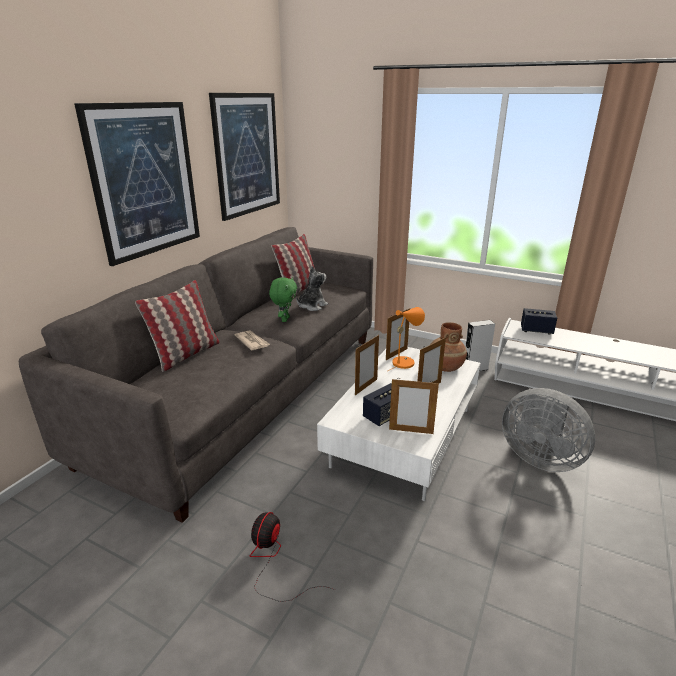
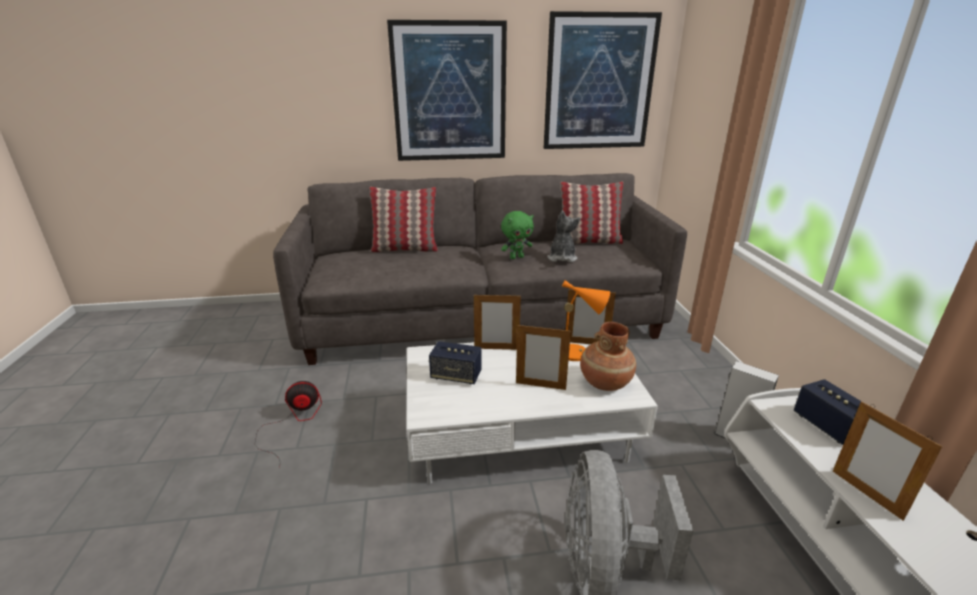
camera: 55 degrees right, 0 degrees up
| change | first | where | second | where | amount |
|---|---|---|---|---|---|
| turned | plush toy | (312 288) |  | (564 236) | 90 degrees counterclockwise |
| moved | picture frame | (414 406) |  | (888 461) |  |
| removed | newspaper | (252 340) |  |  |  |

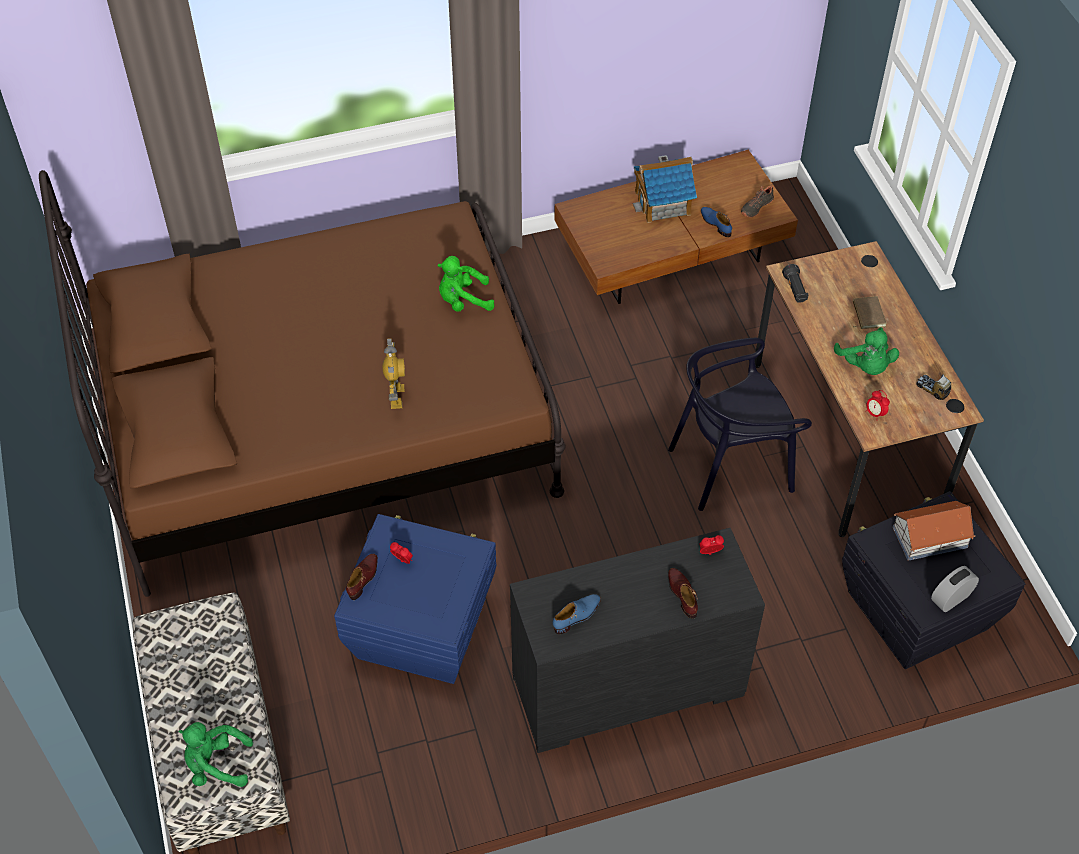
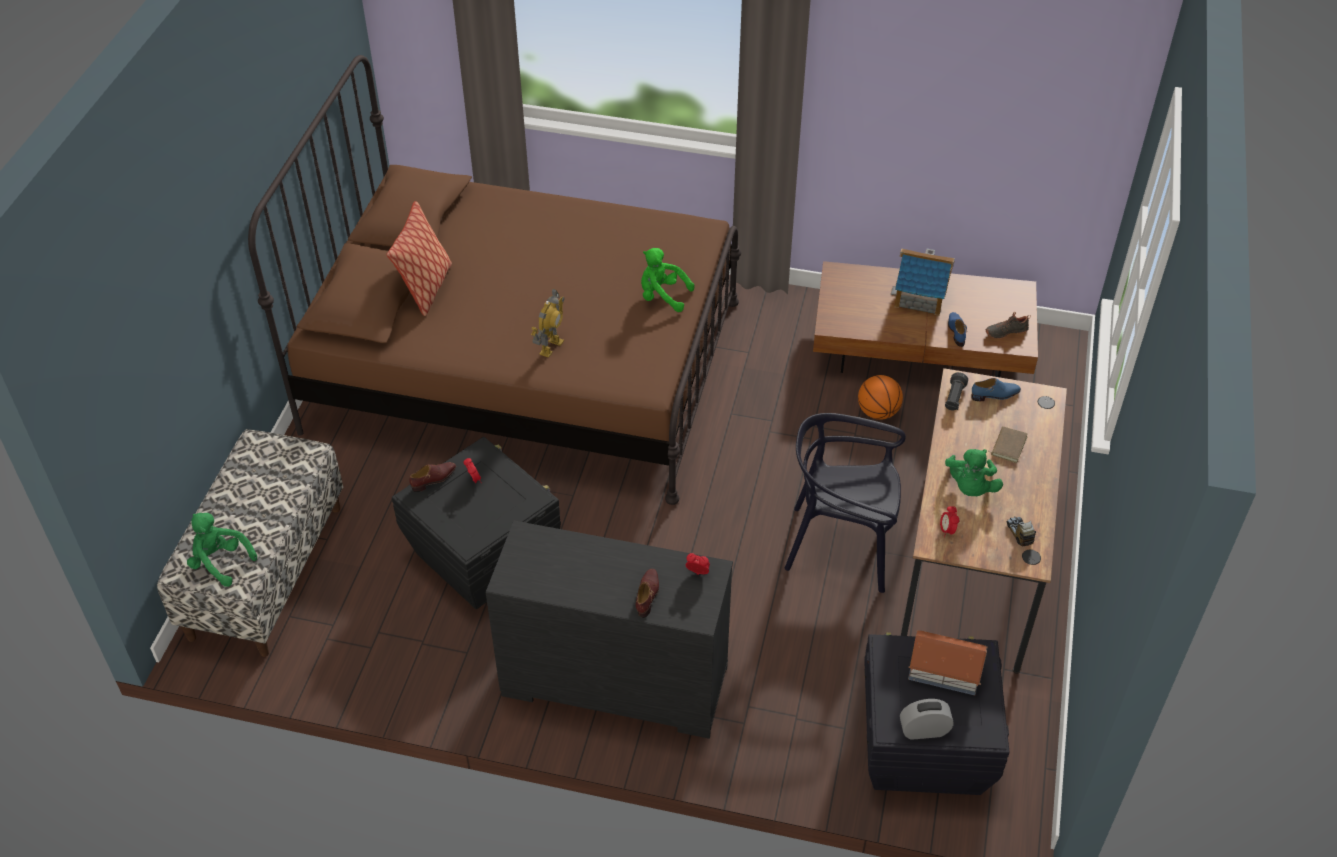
camera: 30 degrees right, 5 degrees down
| change | first | where | second | where | amount |
|---|---|---|---|---|---|
| added |  |  | pillow | (419 258) |  |
| recoloured | storage box (blue) | (415 599) | storage box (black) | (476 523) |  |
| added |  |  | basketball | (880 397) |  |
| moved | shoe (blue) | (577 614) |  | (996 389) |  |

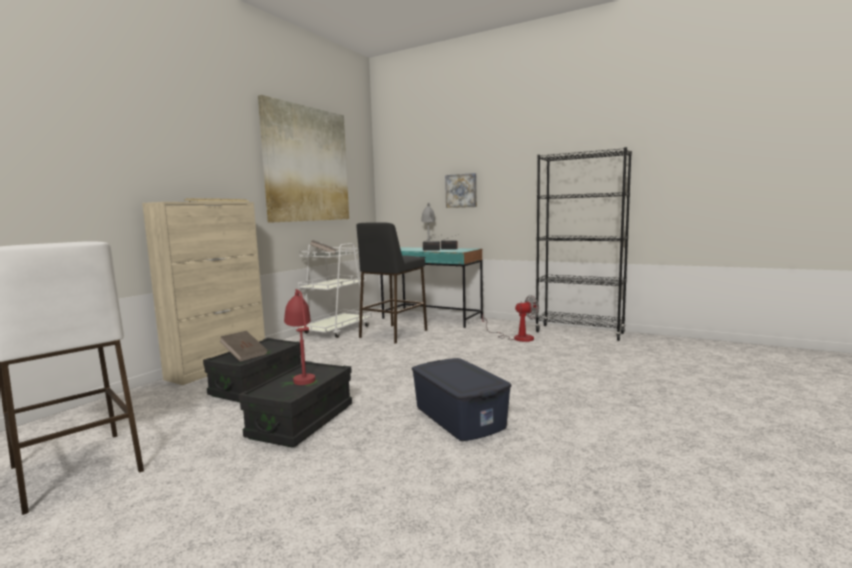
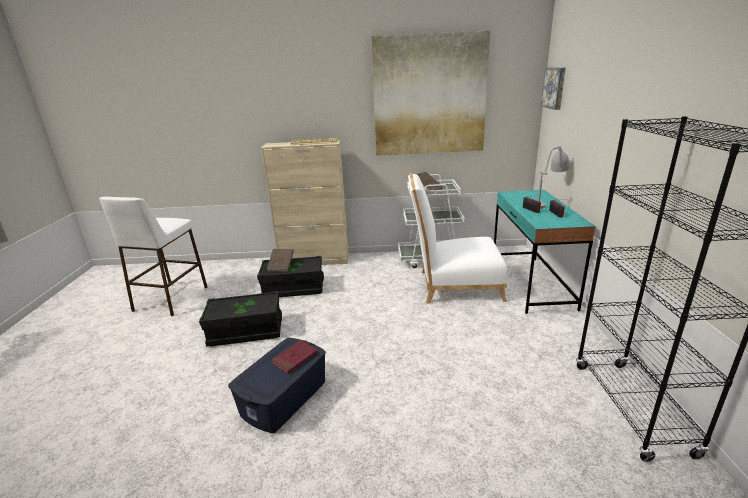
camera: 60 degrees right, 15 degrees up
| change | first | where | second | where | amount |
|---|---|---|---|---|---|
| added |  |  | book (red) | (294 357) |  |
| replaced | stool (black) | (391 283) | chair (white) | (457 238) |  |
| moved | picture | (461 190) |  | (553 88) |  |
| removed | table lamp (red) | (299 337) |  |  |  |
| removed | fan | (510 318) |  |  |  |

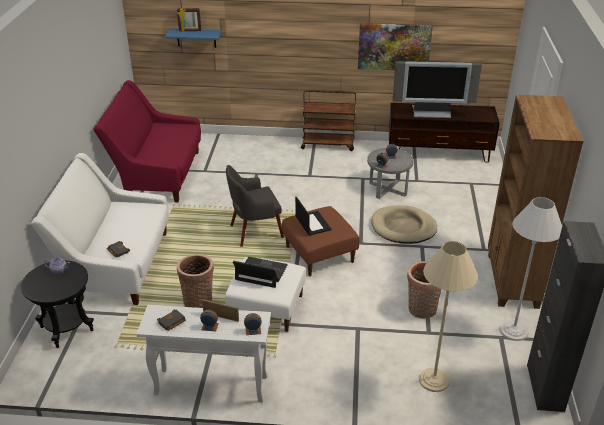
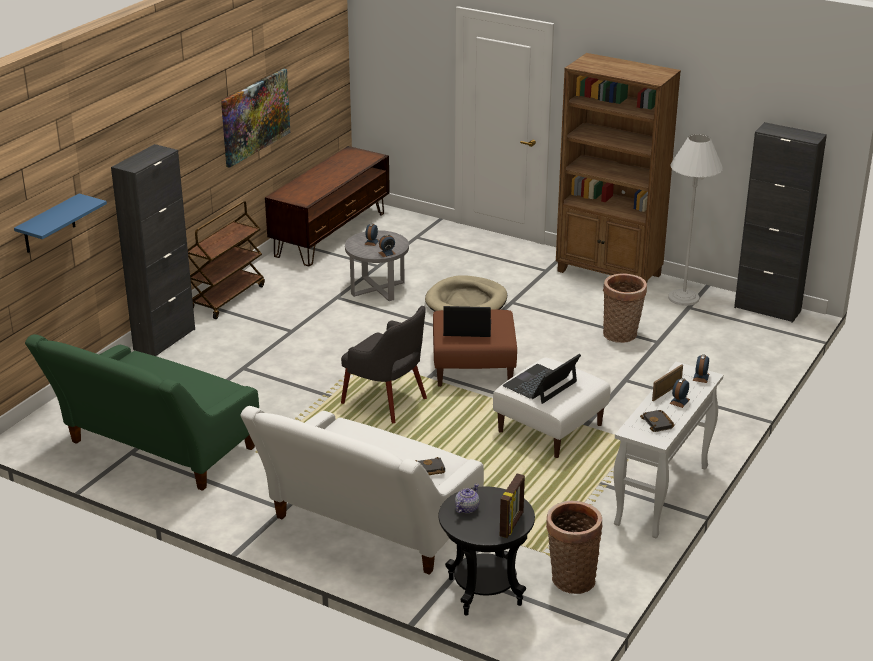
camera: 65 degrees left, 5 degrees down
| change | first | where | second | where | amount |
|---|---|---|---|---|---|
| recoloured | sofa (red) | (147 141) | sofa (green) | (142 412) |  |
| added |  |  | cabinet (black) | (153 250) |  |
| turned | armchair (grey) | (255 206) |  | (384 364) | 60 degrees counterclockwise |
| moved | picture frame | (189 20) |  | (512 506) |  |
| moved | basket | (195 281) |  | (574 547) |  |
| removed | television | (437 89) |  |  |  |
| removed | floor lamp (beige) | (448 316) |  |  |  |

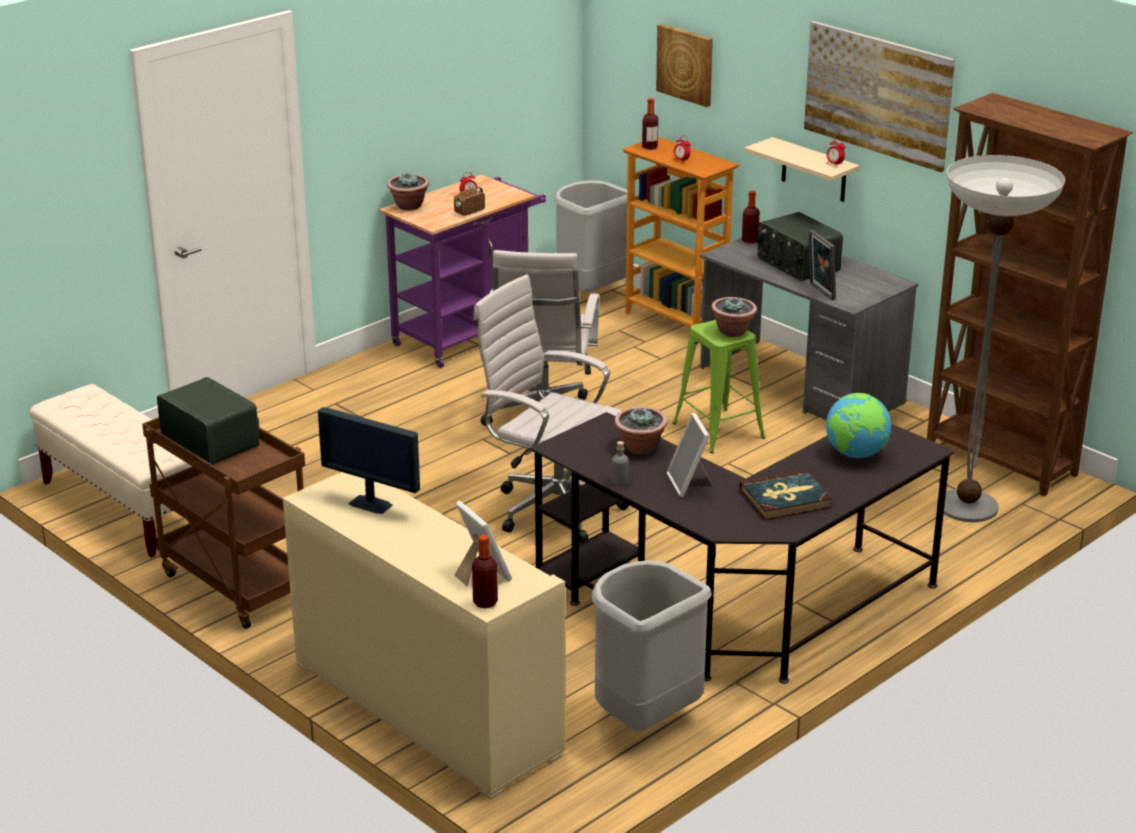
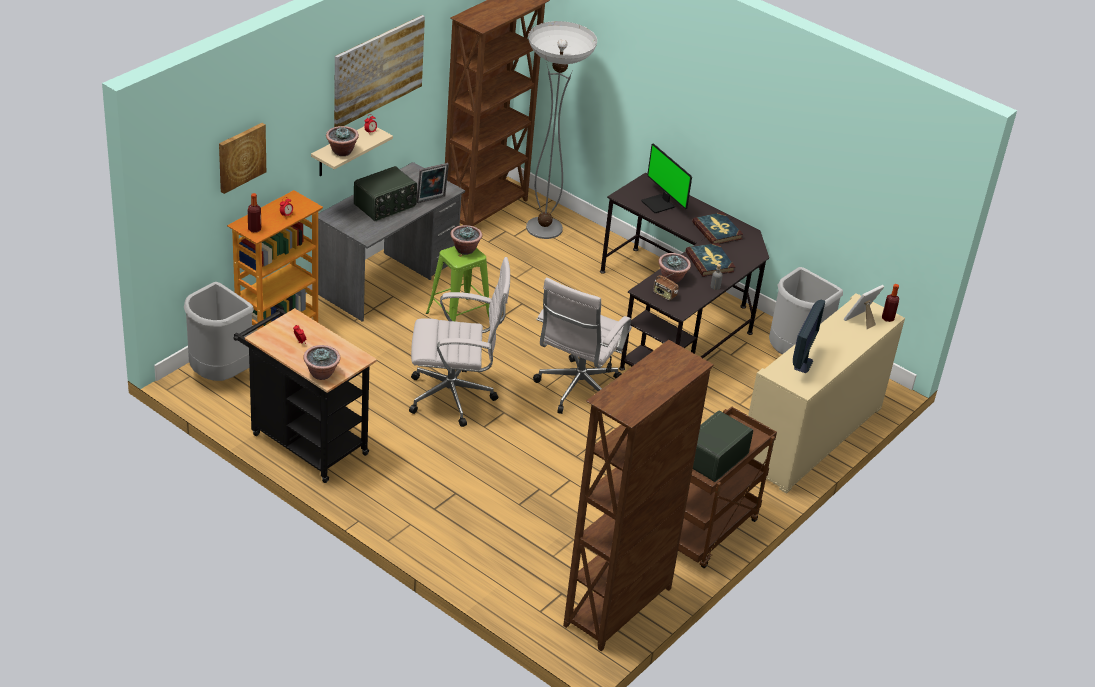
camera: 100 degrees left, 10 degrees up
| change | first | where | second | where | amount |
|---|---|---|---|---|---|
| recoloured | cart (purple) | (462 271) | cart (black) | (305 395) |  |
| added |  |  | potted plant | (342 141) |  |
| replaced | bench (beige) | (111 471) | bookcase (brown) | (638 495) |  |
| replaced | globe | (858 425) | monitor | (666 178) |  |
| moved | radio | (469 199) |  | (666 286) |  |
| replaced | picture frame | (690 455) | book | (710 260) |  |
| removed | bottle | (751 217) |  |  |  |

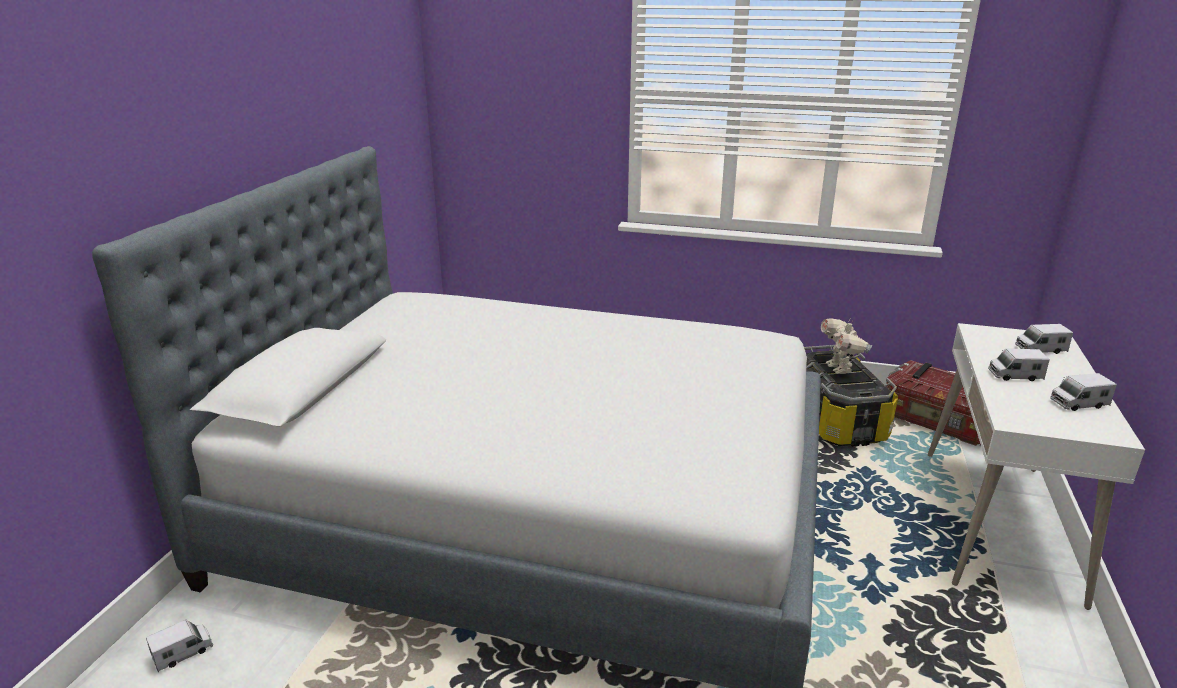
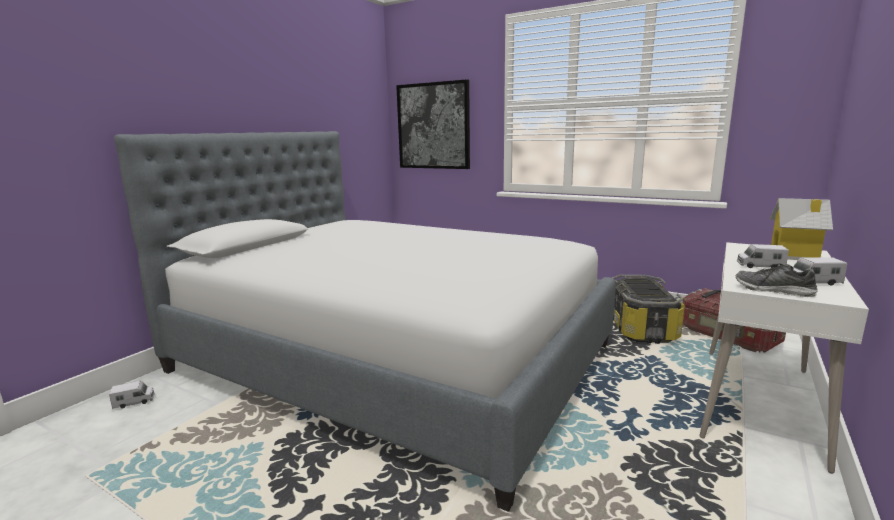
camera: 15 degrees right, 10 degrees down
| change | first | where | second | where | amount |
|---|---|---|---|---|---|
| added |  |  | picture | (433 124) |  |
| added |  |  | shoe | (776 280) |  |
| replaced | toy truck | (1044 339) | toy house | (801 229) |  |
| removed | toy robot | (846 345) |  |  |  |

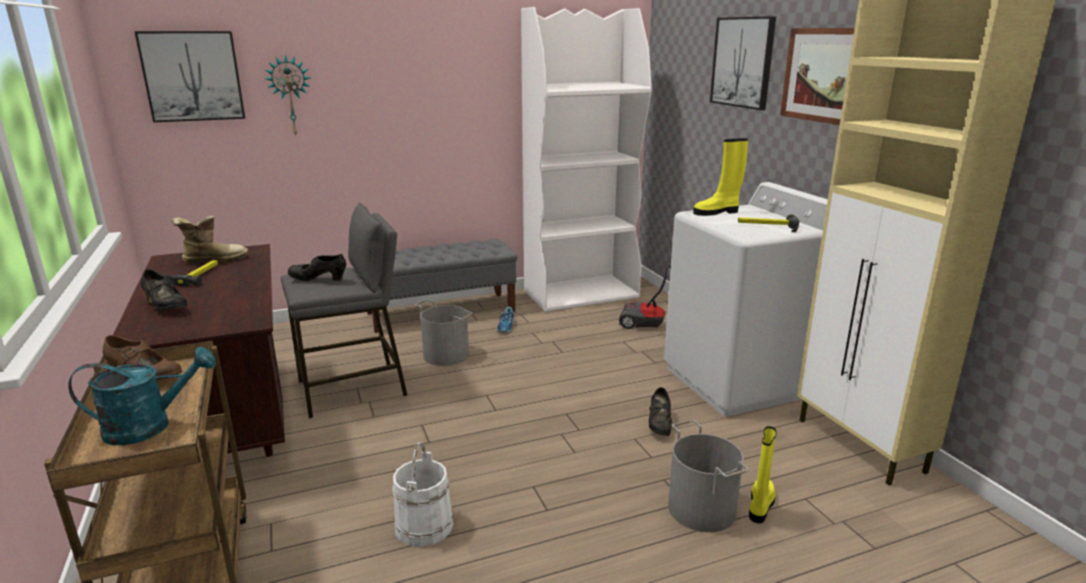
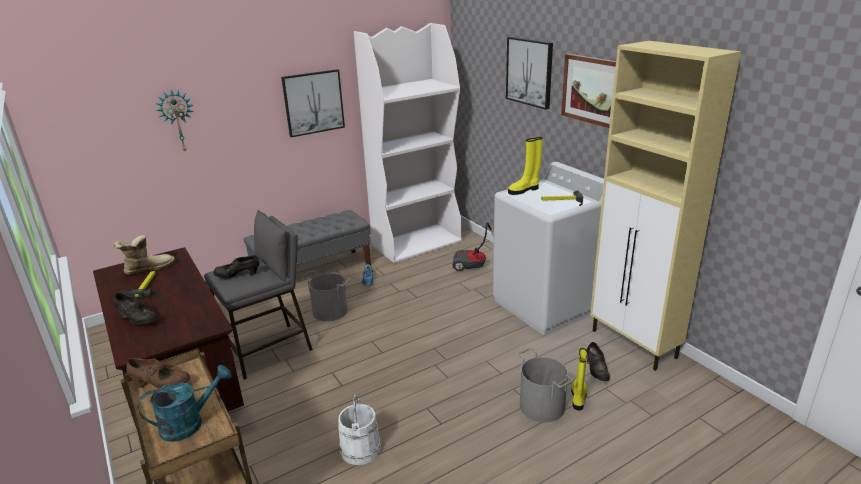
camera: 10 degrees left, 5 degrees up
| change | first | where | second | where | amount |
|---|---|---|---|---|---|
| moved | picture | (189 76) |  | (313 103) |  |
| moved | shoe (black) | (660 411) |  | (598 361) |  |

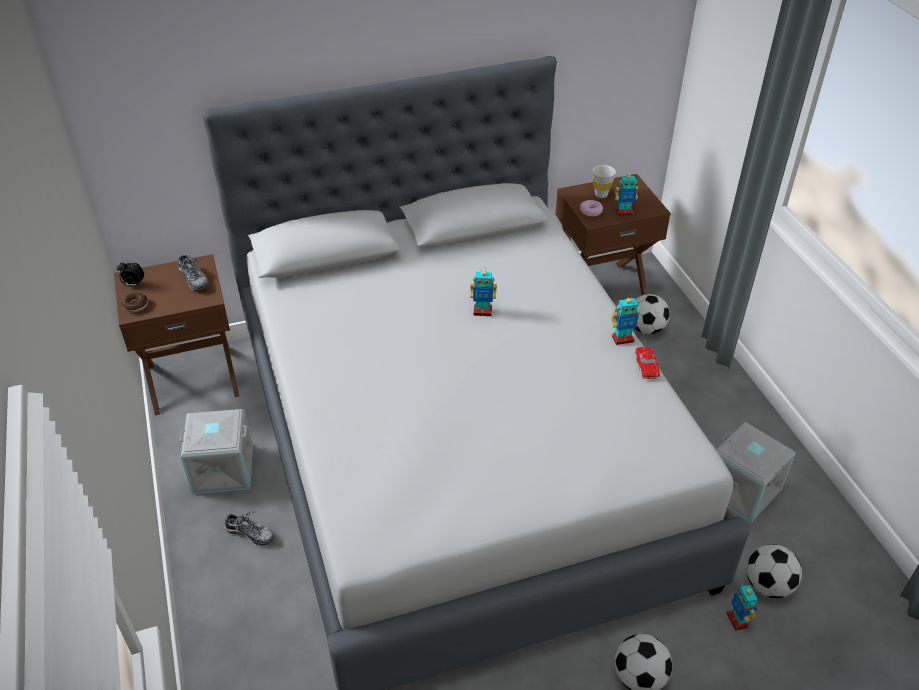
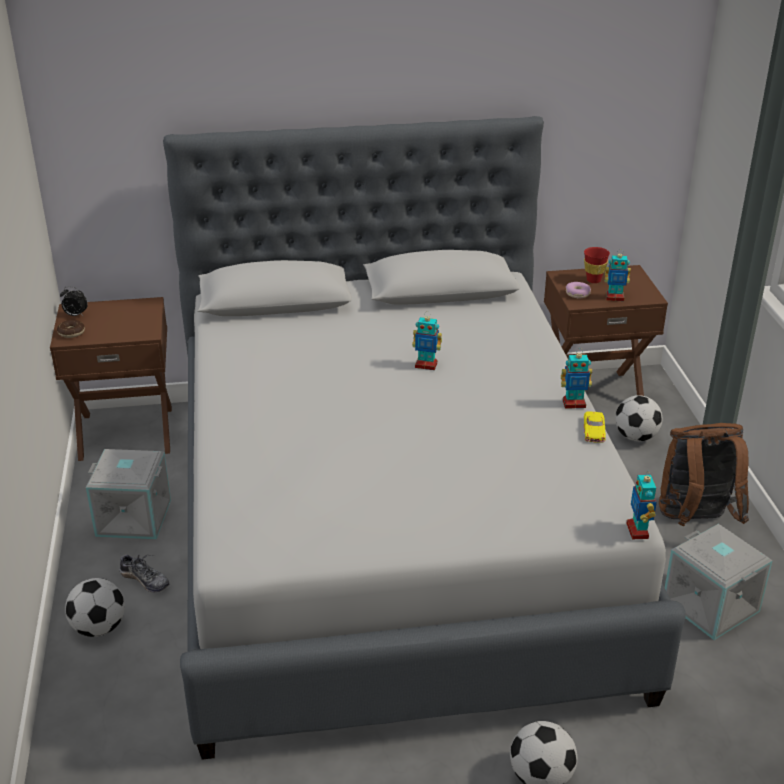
camera: 10 degrees right, 10 degrees down
| change | first | where | second | where | amount |
|---|---|---|---|---|---|
| moved | football | (774 571) |  | (95 607) |  |
| recoloured | cup (white) | (604 181) | cup (red) | (597 265) |  |
| recoloured | toy car (red) | (647 363) | toy car (yellow) | (595 427) |  |
| moved | toy robot | (742 608) |  | (641 504) |  |
| added |  |  | backpack (brown) | (704 475) |  |
| removed | shoe | (193 271) |  |  |  |

